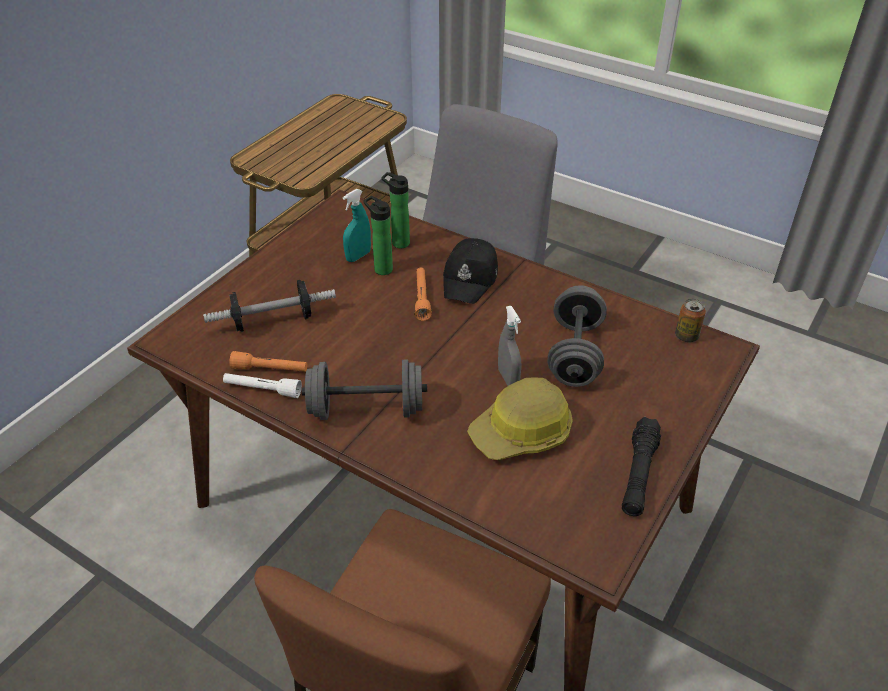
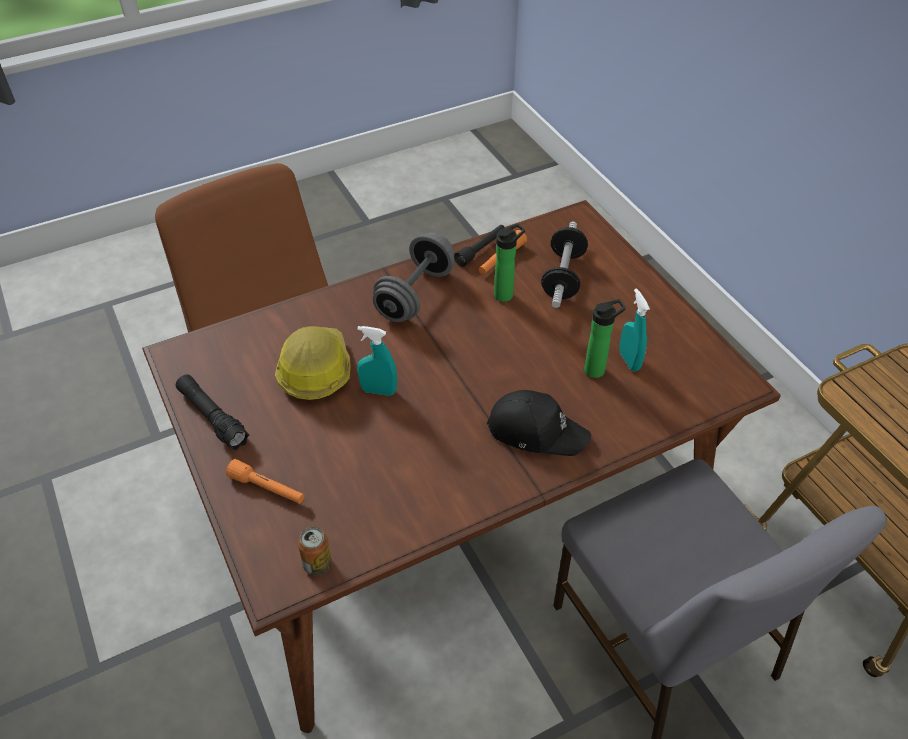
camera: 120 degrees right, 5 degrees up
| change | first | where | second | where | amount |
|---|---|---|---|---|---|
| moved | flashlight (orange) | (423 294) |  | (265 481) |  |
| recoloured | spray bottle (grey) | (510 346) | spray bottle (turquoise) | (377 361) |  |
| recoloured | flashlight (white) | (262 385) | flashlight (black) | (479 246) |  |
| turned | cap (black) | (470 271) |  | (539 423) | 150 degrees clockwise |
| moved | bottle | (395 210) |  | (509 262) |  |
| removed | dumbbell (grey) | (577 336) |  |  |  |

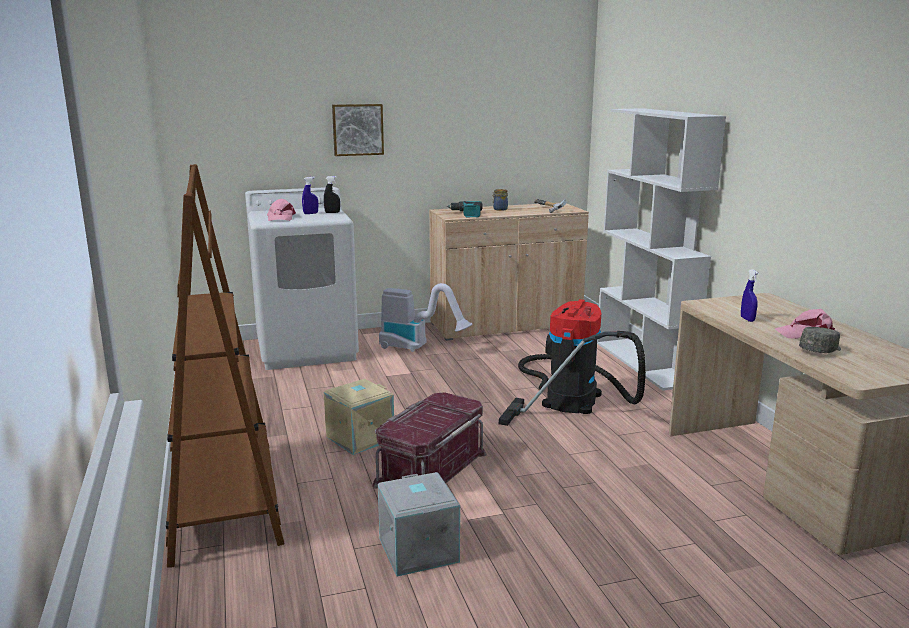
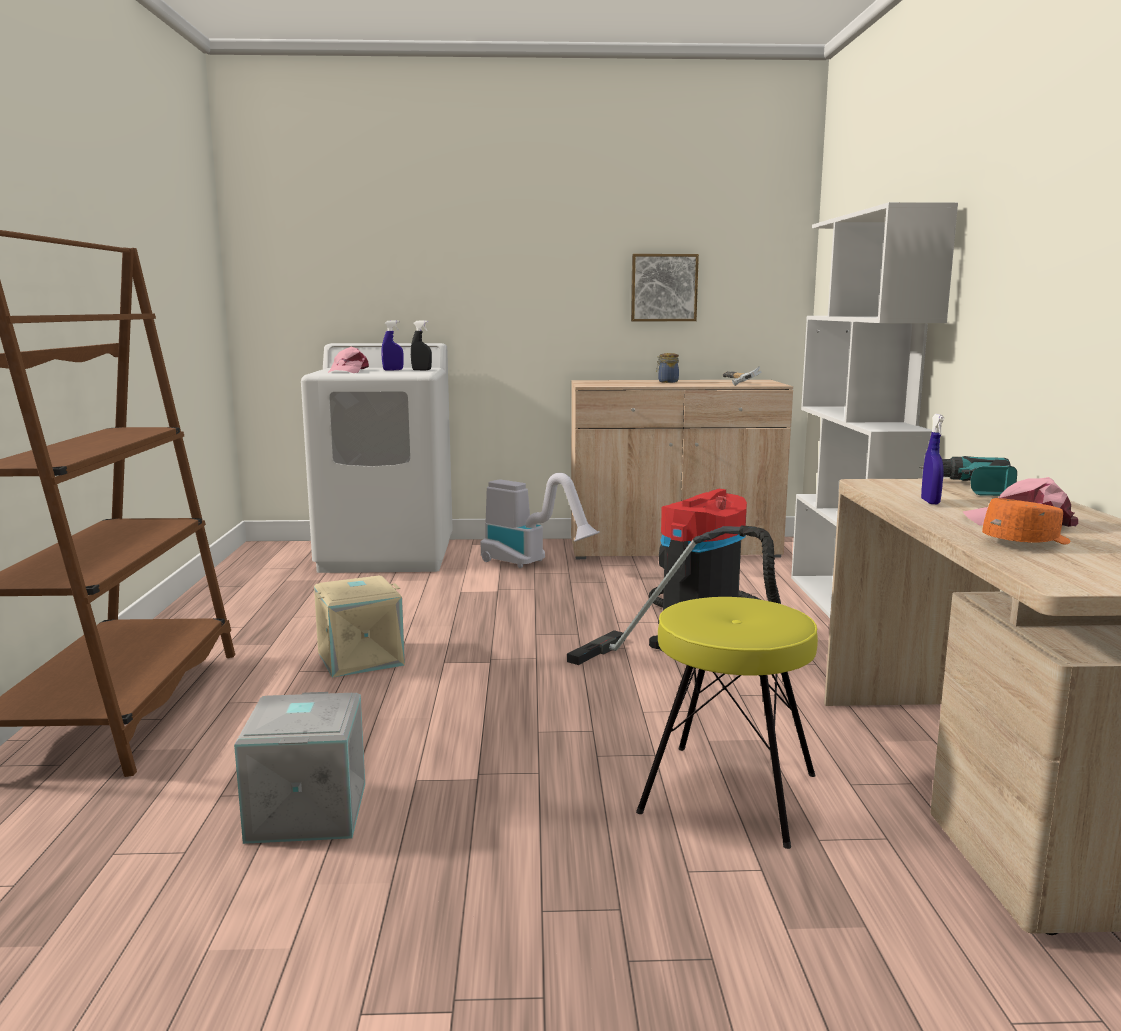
camera: 15 degrees right, 5 degrees down
| change | first | where | second | where | amount |
|---|---|---|---|---|---|
| moved | picture | (358 130) |  | (665 287) |  |
| added |  |  | stool (yellow) | (727 723) |  |
| moved | power drill | (465 209) |  | (968 476) |  |
| recoloured | cap (grey) | (820 340) | cap (orange) | (1026 521) |  |
| removed | storage box (red) | (430 440) |  |  |  |

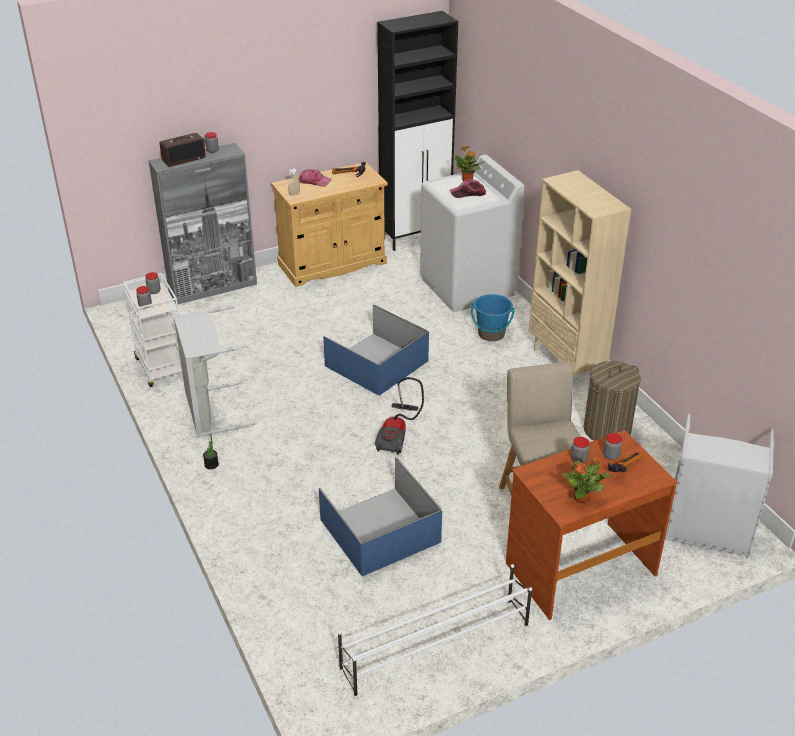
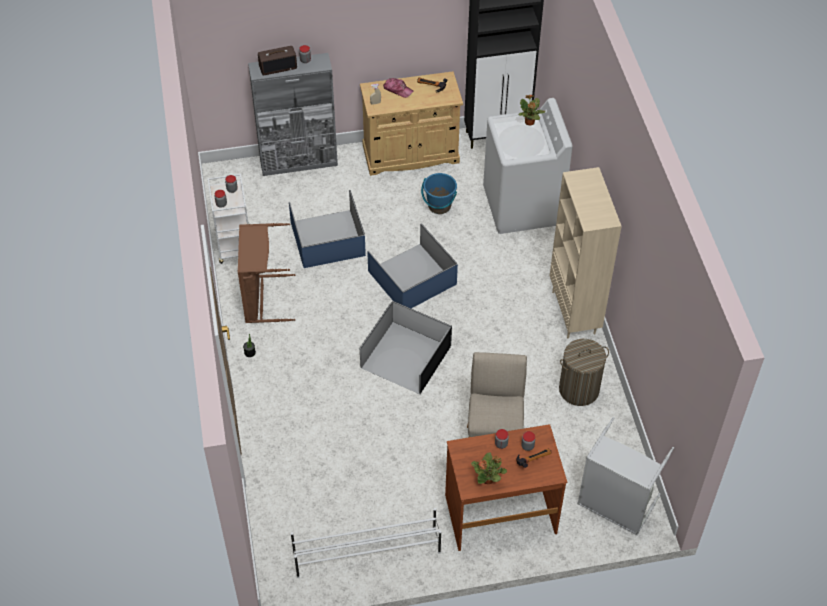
camera: 15 degrees right, 15 degrees up
| change | first | where | second | where | amount |
|---|---|---|---|---|---|
| recoloured | laundry basket (grey) | (215 371) | laundry basket (brown) | (266 273) |  |
| moved | storage box (blue) | (380 517) |  | (327 229) |  |
| replaced | vacuum cleaner | (399 416) | storage box (black) | (406 347) |  |
| moved | bucket (blue) | (493 317) |  | (439 193) |  |
| removed | cap | (468 188) |  |  |  |

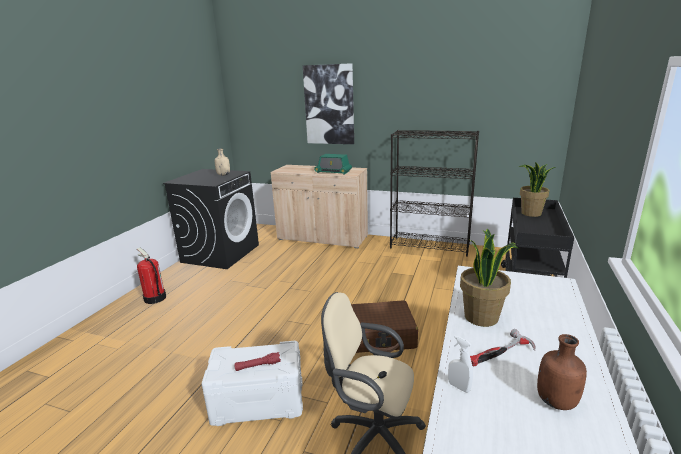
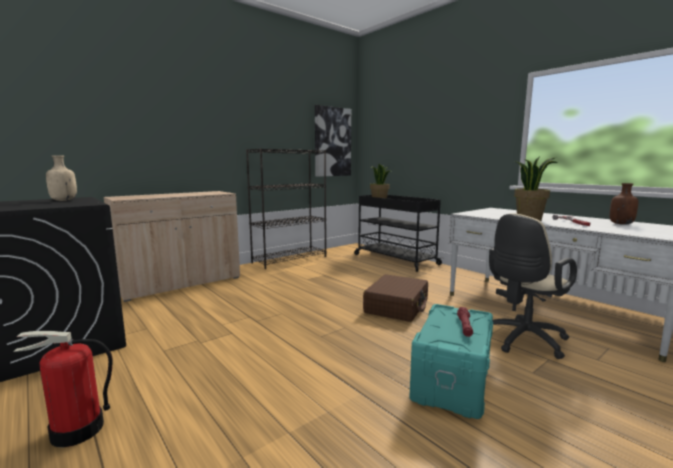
camera: 60 degrees left, 10 degrees down
| change | first | where | second | where | amount |
|---|---|---|---|---|---|
| moved | picture | (328 103) |  | (333 141) |  |
| recoloured | storage box (white) | (252 383) | storage box (turquoise) | (451 361) |  |
| removed | radio | (333 164) |  |  |  |
| removed | spray bottle (white) | (460 364) |  |  |  |

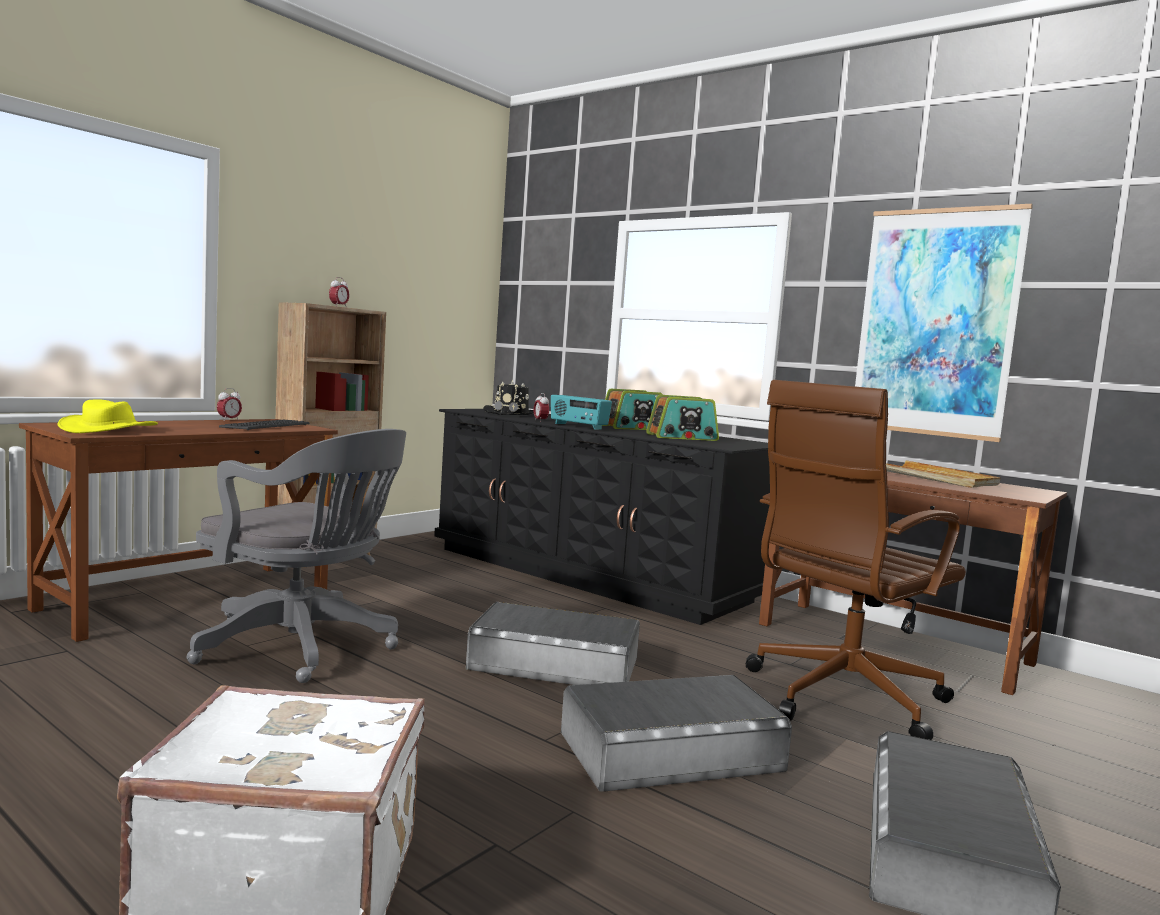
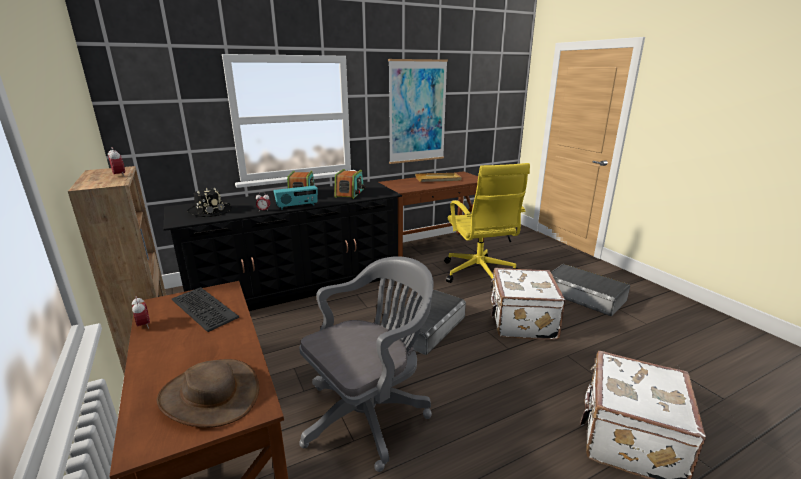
camera: 65 degrees left, 15 degrees up
| change | first | where | second | where | amount |
|---|---|---|---|---|---|
| recoloured | hat (yellow) | (108 416) | hat (brown) | (208 393) |  |
| recoloured | office chair (brown) | (856 560) | office chair (yellow) | (487 226) |  |
| replaced | storage box (grey) | (676 733) | suitcase (white) | (528 304) |  |

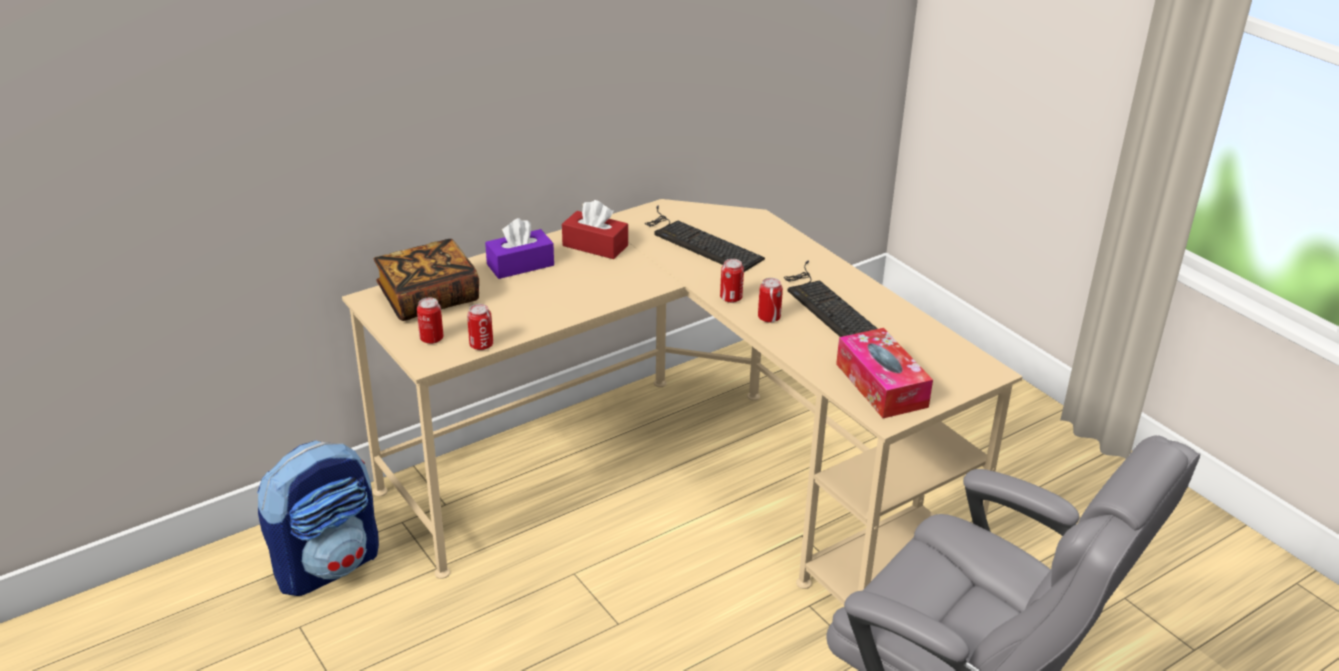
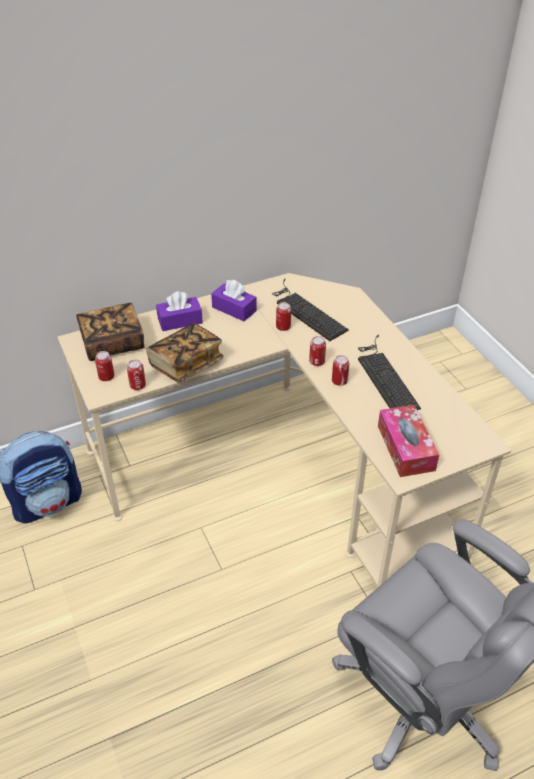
camera: 10 degrees right, 10 degrees up
| change | first | where | second | where | amount |
|---|---|---|---|---|---|
| added |  |  | book | (184 352) |  |
| recoloured | tissue box (red) | (595 229) | tissue box (purple) | (234 300) |  |
| added |  |  | can | (283 316) |  |

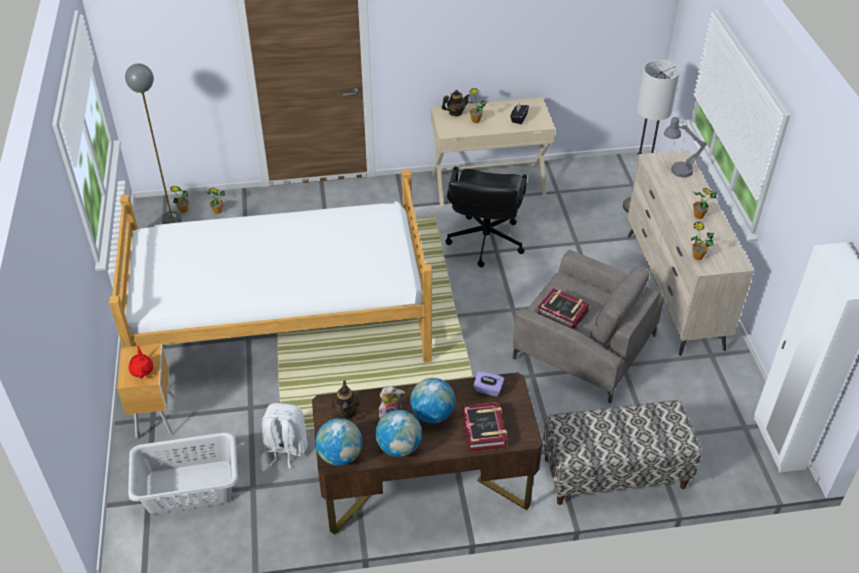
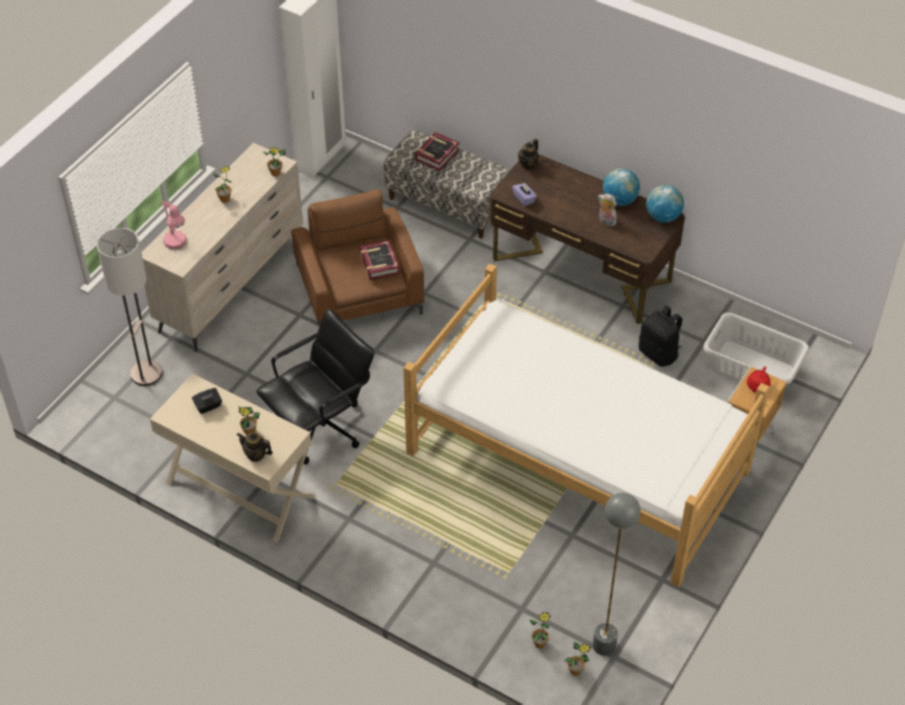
camera: 140 degrees left, 5 degrees up
| change | first | where | second | where | amount |
|---|---|---|---|---|---|
| recoloured | table lamp (grey) | (685 147) | table lamp (pink) | (174 224) |  |
| recoloured | armchair (grey) | (588 327) | armchair (brown) | (357 257) |  |
| moved | book | (484 427) |  | (437 151) |  |
| moved | teapot | (345 400) |  | (528 154) |  |
| recoloured | backpack (white) | (284 435) | backpack (black) | (660 336) |  |
| removed | globe | (432 400) |  |  |  |

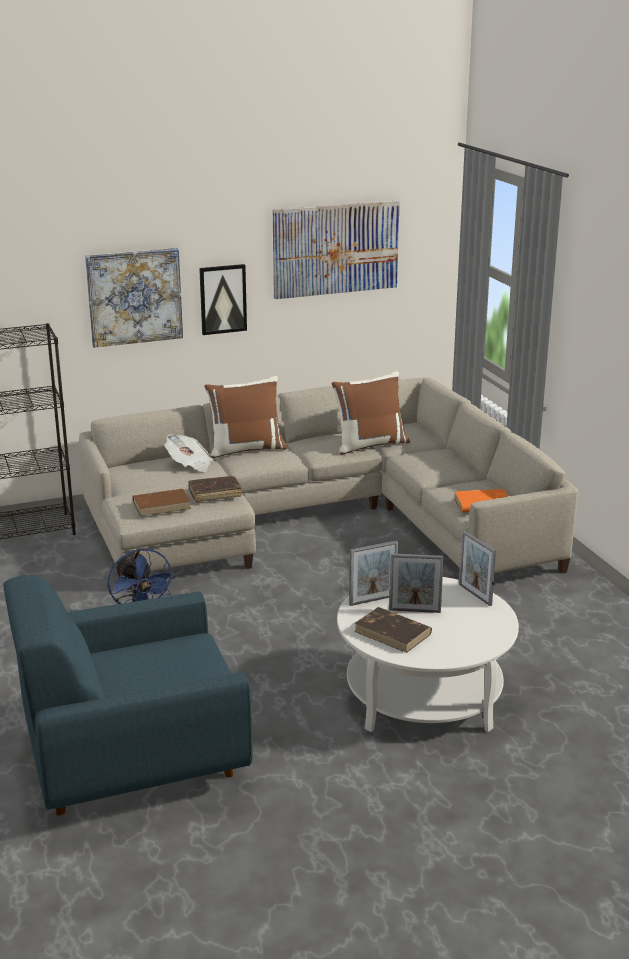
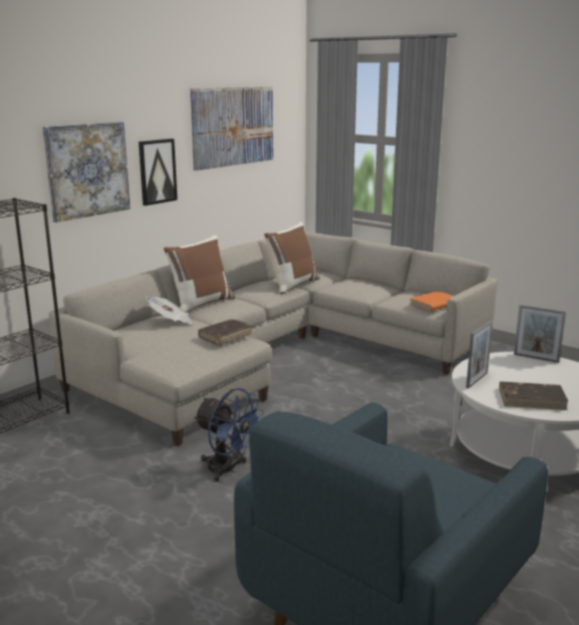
camera: 30 degrees left, 5 degrees down
| change | first | where | second | where | amount |
|---|---|---|---|---|---|
| removed | book (brown) | (162 502) |  |  |  |
| removed | picture frame | (416 583) |  |  |  |

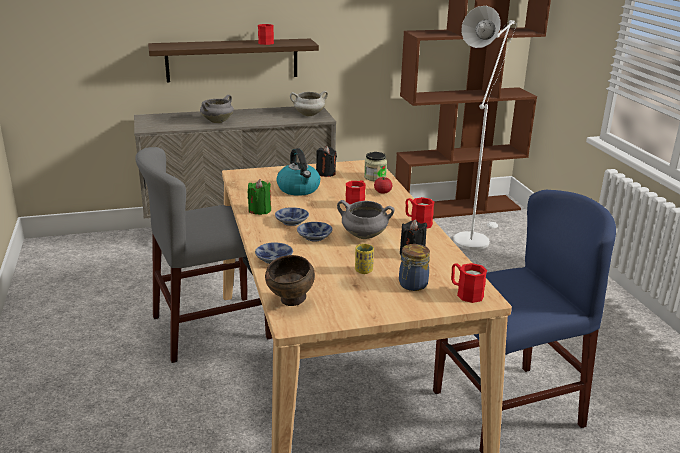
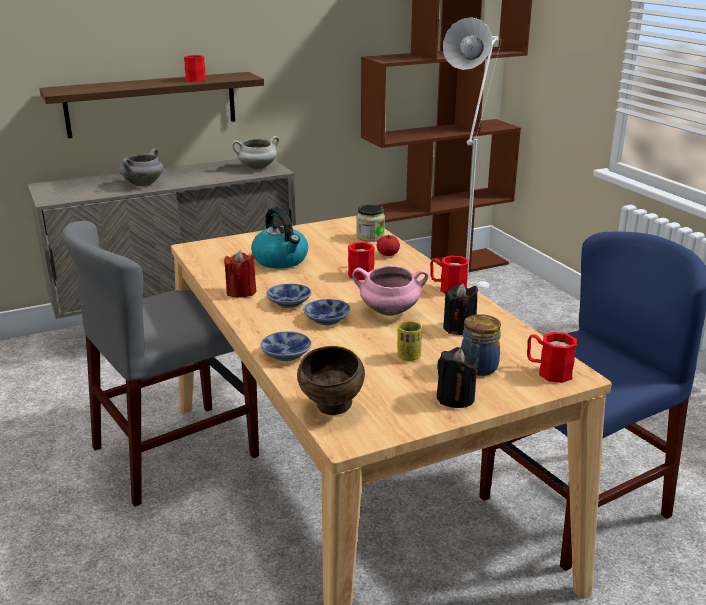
camera: 10 degrees left, 0 degrees up
| change | first | where | second | where | amount |
|---|---|---|---|---|---|
| recoloured | candle (green) | (259 197) | candle (red) | (240 274) |  |
| recoloured | cooking pot (grey) | (366 219) | cooking pot (pink) | (390 291) |  |
| moved | candle (black) | (326 161) |  | (457 377) |  |

